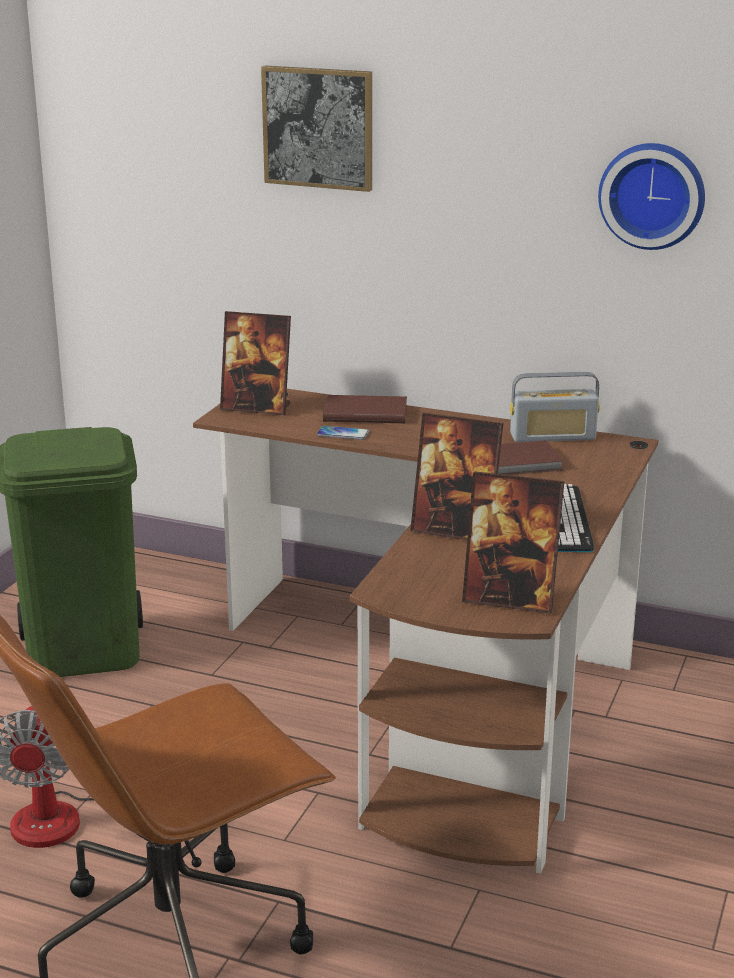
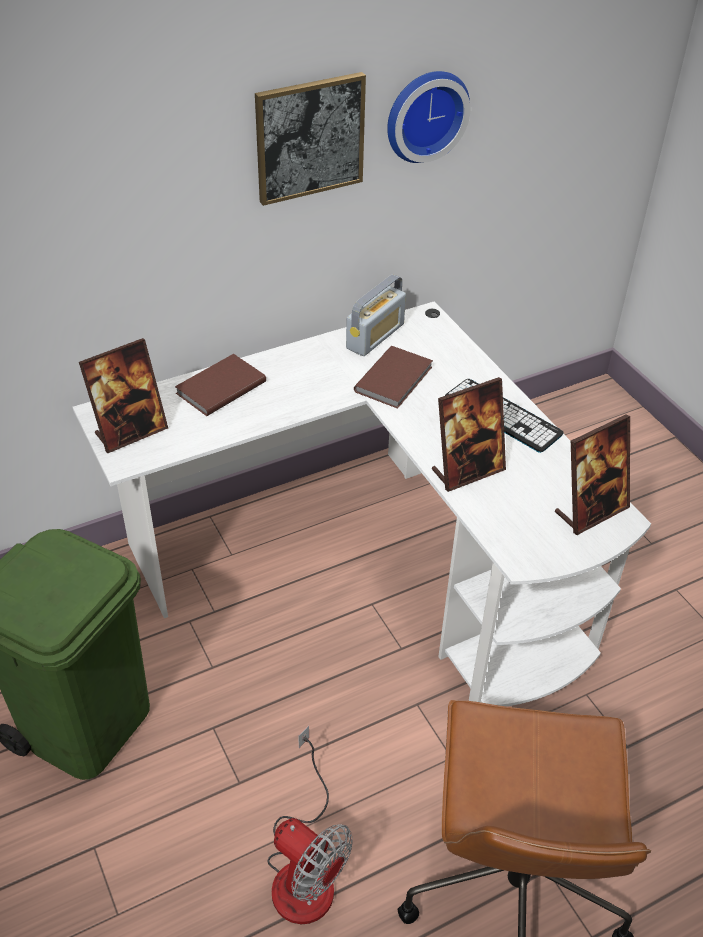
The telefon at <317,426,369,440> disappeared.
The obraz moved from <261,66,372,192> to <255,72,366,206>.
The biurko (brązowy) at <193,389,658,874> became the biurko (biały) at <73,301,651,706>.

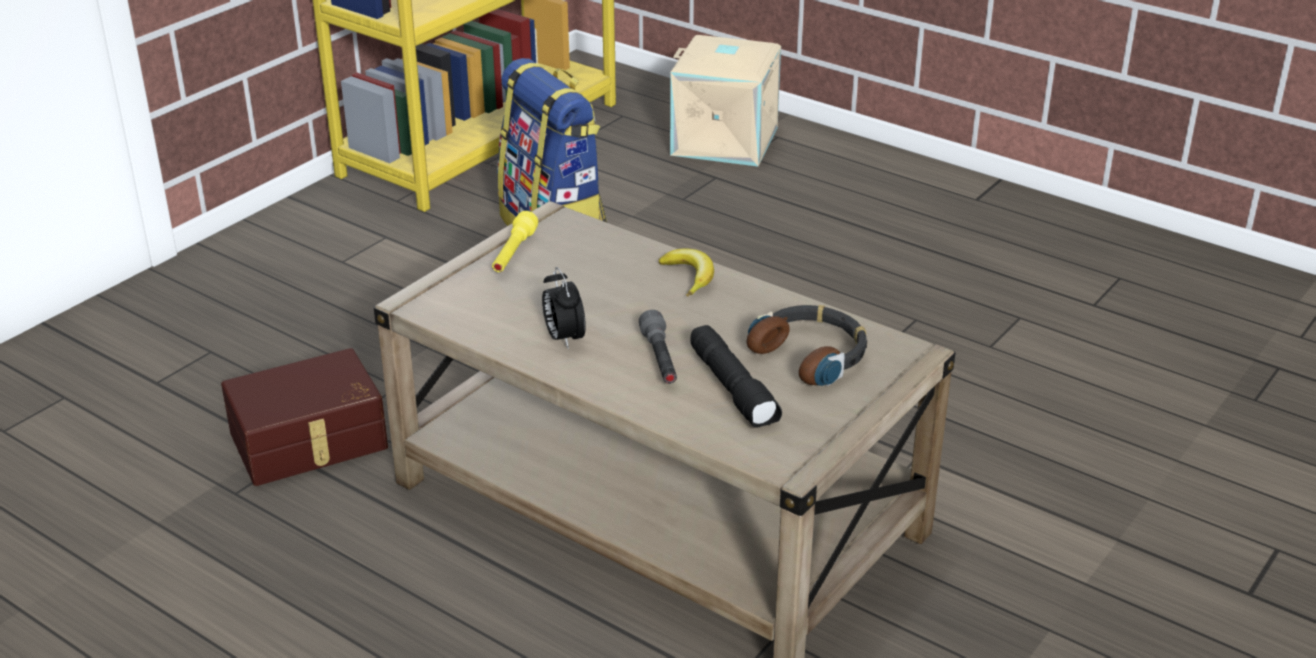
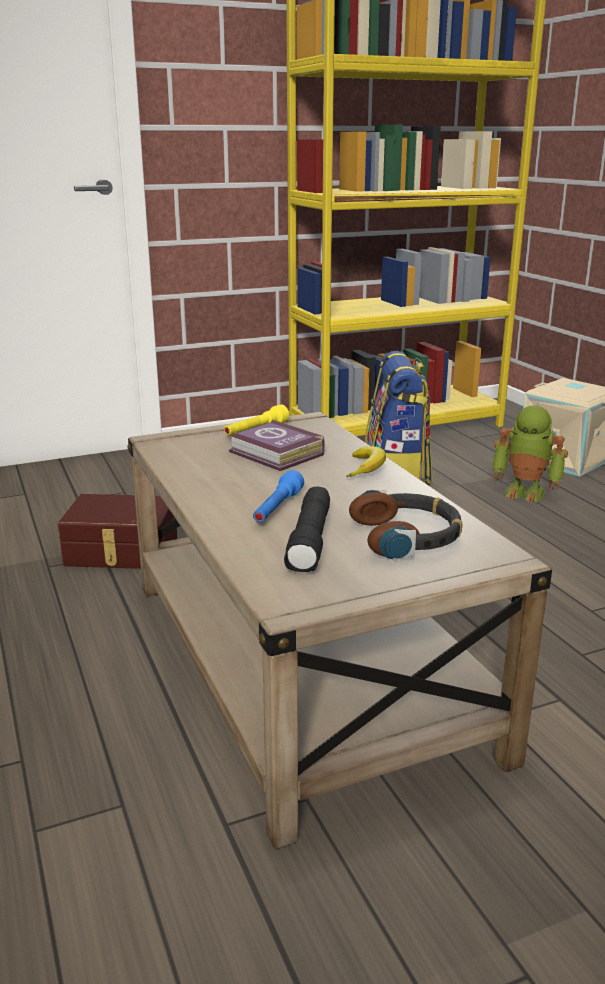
The budzik at <542,267,586,349> disappeared.
The książka at <229,420,325,471> appeared.
The robot zabawkowy at <492,405,568,503> appeared.
The latarka (szary) at <639,310,677,384> became the latarka (niebieski) at <253,470,304,522>.

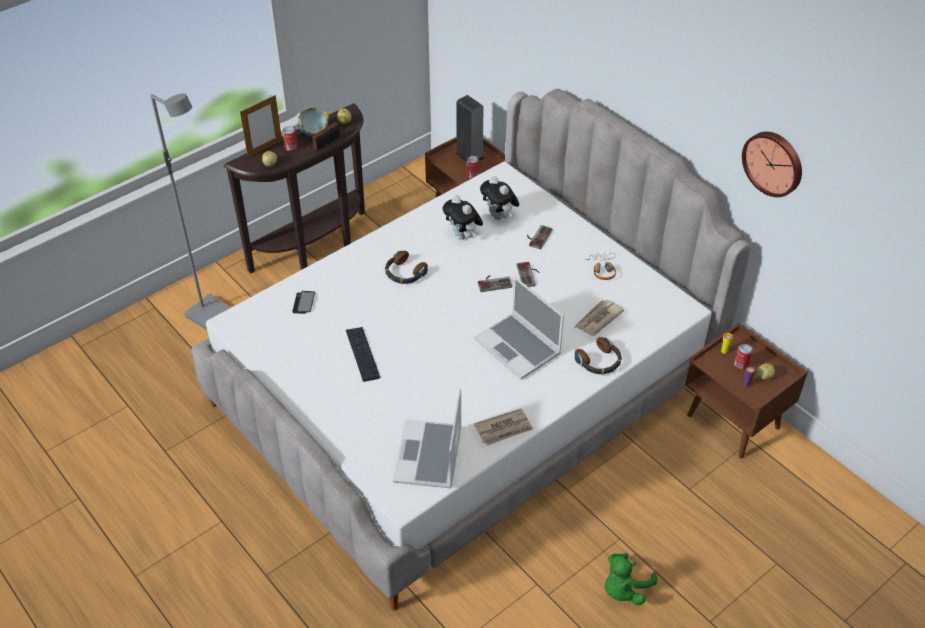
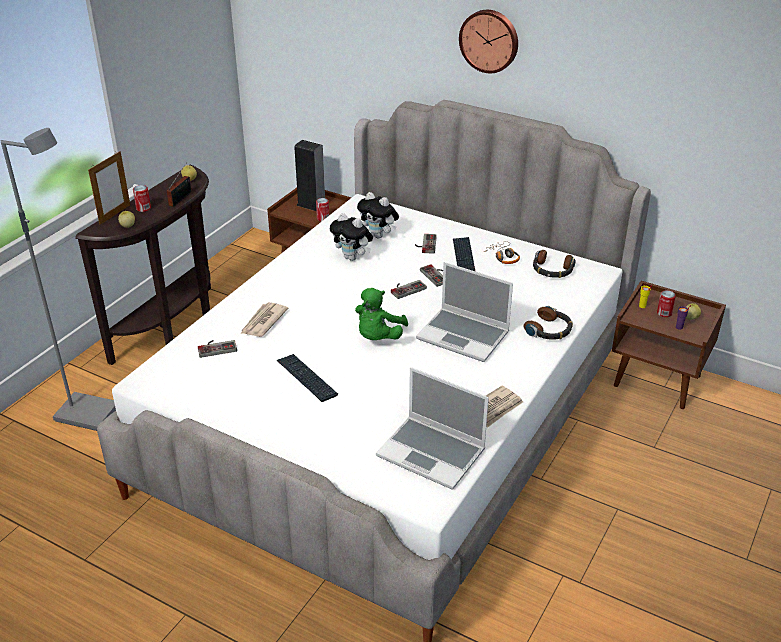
The miska at <298,107,329,136> disappeared.
The klawiatura at <453,237,475,271> appeared.
The słuchawki moved from <385,251,428,284> to <533,250,576,278>.
The gazeta moved from <575,299,624,336> to <240,302,289,337>.
The pluszak (zielony) moved from <605,553,657,605> to <355,288,408,340>.
The zegar ścienny moved from <742,132,802,197> to <459,10,518,73>.
The telefon at <292,291,315,314> was replaced by the pad do gier at <198,340,237,358>.
The laptop at <393,389,461,488> turned 45 degrees counterclockwise.

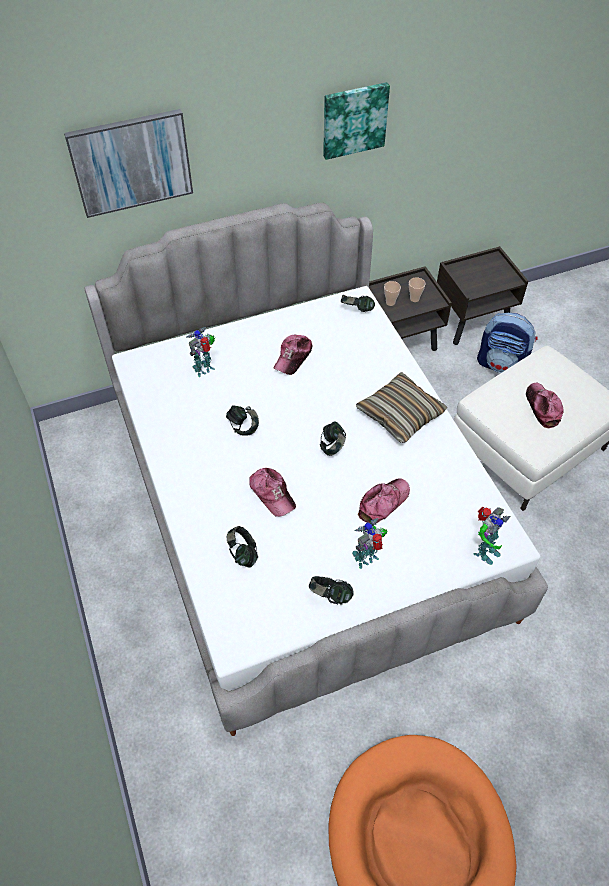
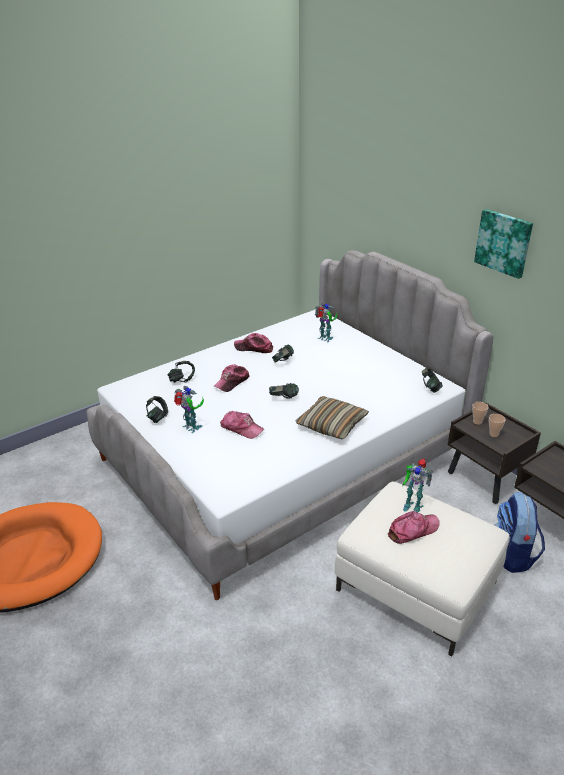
The obraz at <64,109,193,218> disappeared.
The czapka z daszkiem moved from <274,335,312,375> to <234,333,273,353>.
The robot zabawkowy moved from <473,507,510,565> to <402,459,433,513>.

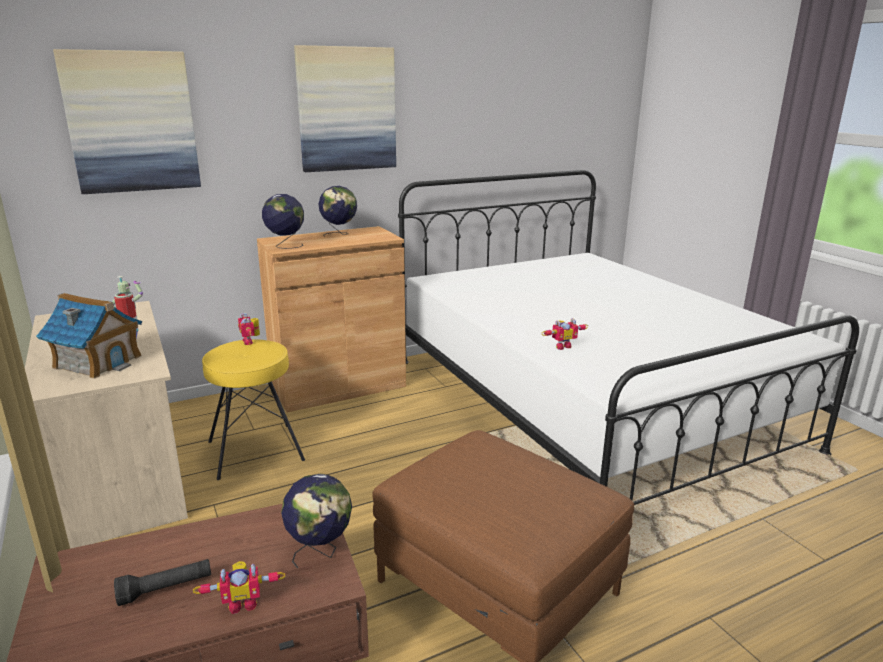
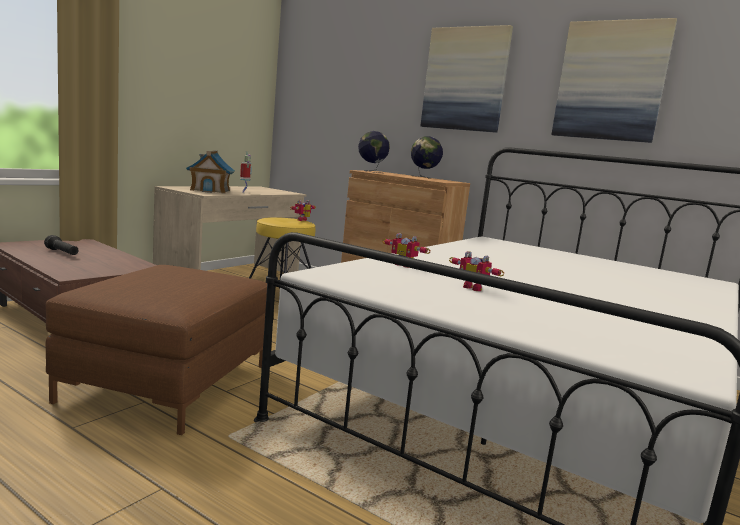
The globus at <281,474,352,569> disappeared.
The obraz moved from <53,49,201,194> to <552,18,677,143>.
The robot zabawkowy moved from <192,561,286,614> to <449,251,504,291>.

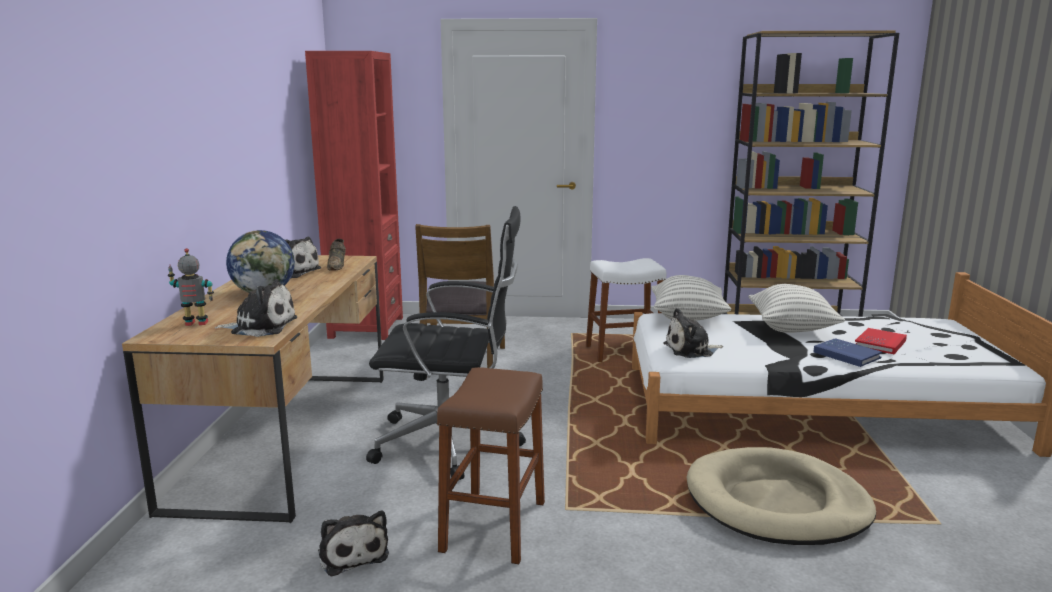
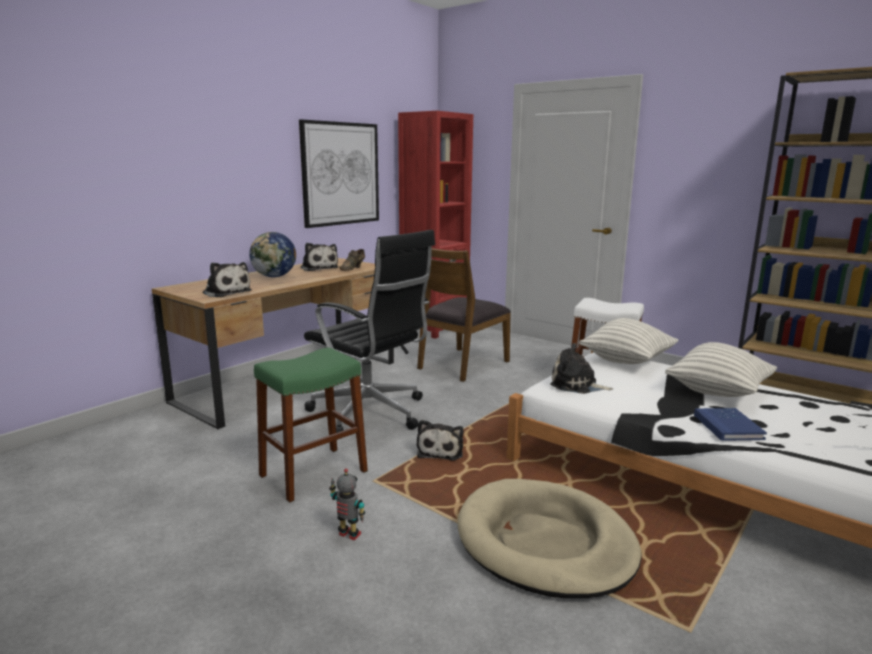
The książka (czerwony) at <855,328,907,354> disappeared.
The obraz at <299,119,379,228> appeared.
The robot zabawkowy moved from <168,248,214,326> to <329,468,365,540>.
The pluszak moved from <318,510,389,577> to <417,420,463,461>.
The stołek (brązowy) at <437,367,545,564> became the stołek (zielony) at <254,348,368,503>.

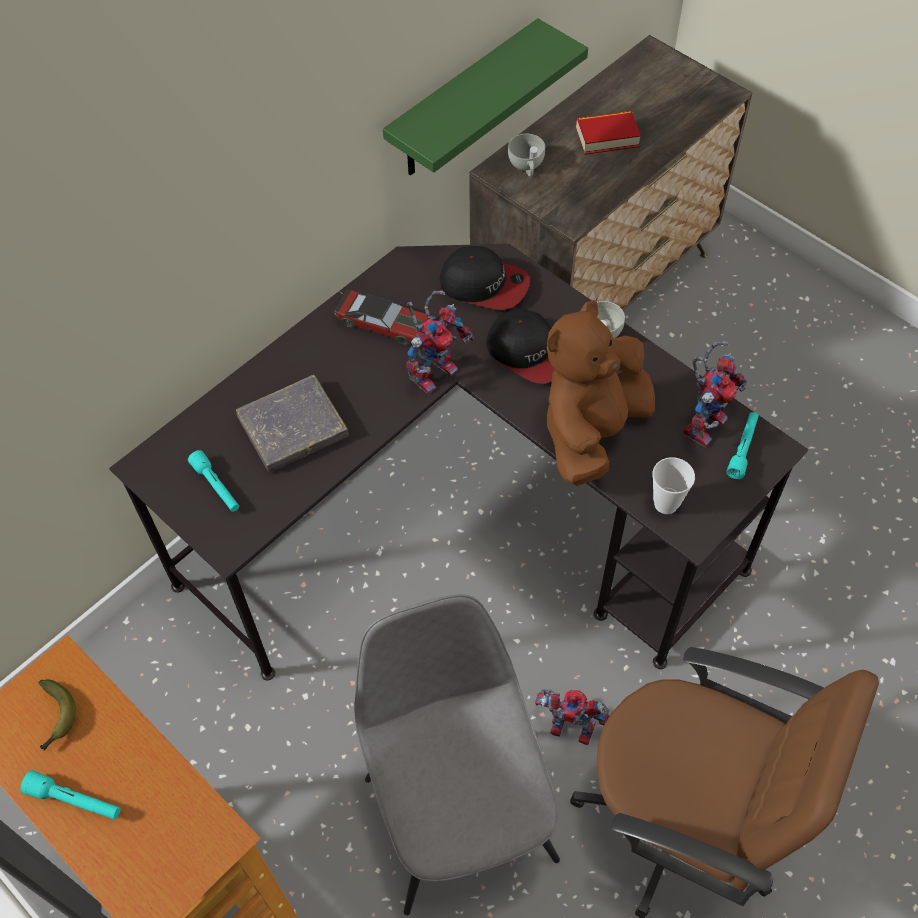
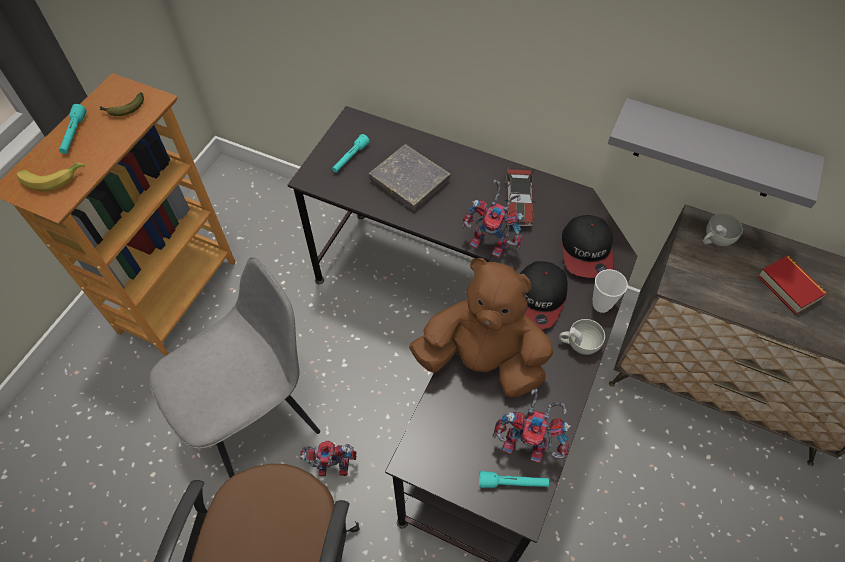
The banan at <17,163,85,192> appeared.
The filiżanka moved from <652,457,695,514> to <592,269,628,313>.
The półka (zielony) at <383,18,588,176> became the półka (szary) at <608,98,825,208>.
The robot zabawkowy at <535,689,610,745> turned 90 degrees counterclockwise.

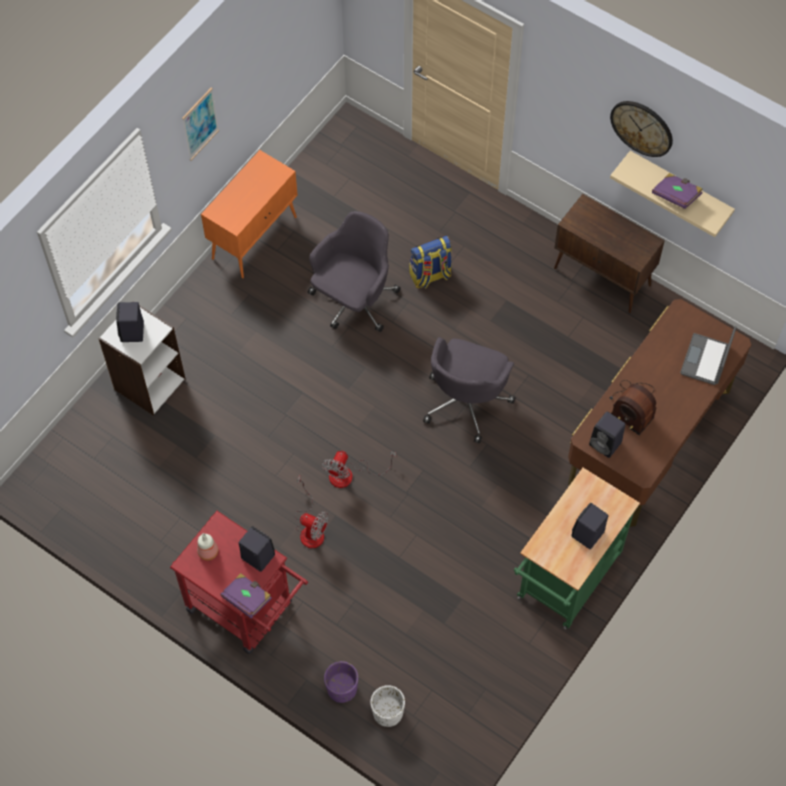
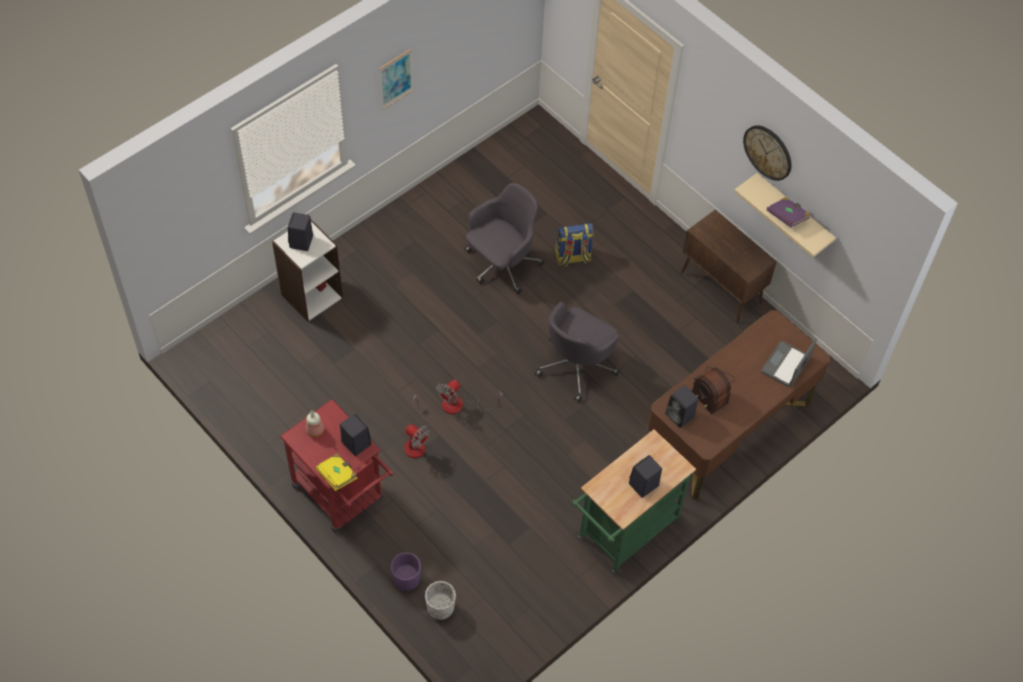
The szafka (pomarańczowy) at <201,150,298,278> disappeared.
The książka (fioletowy) at <220,573,272,618> became the książka (żółty) at <315,453,358,491>.

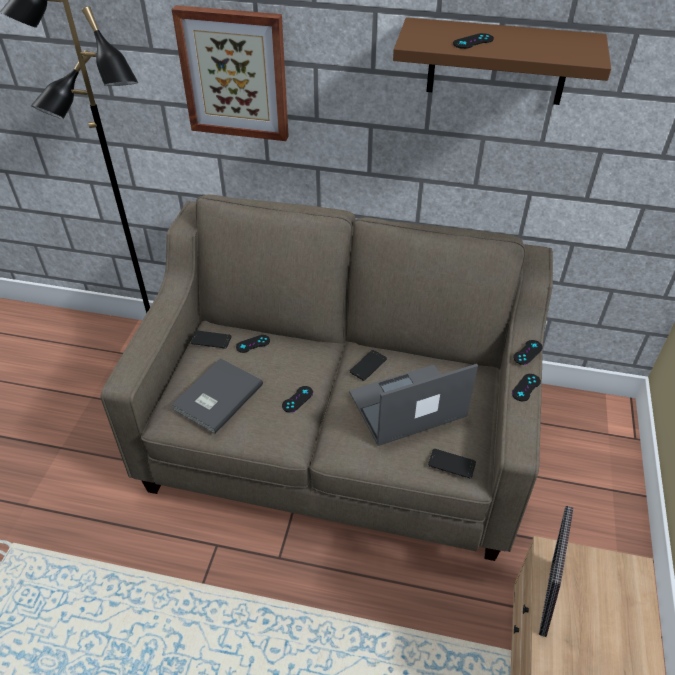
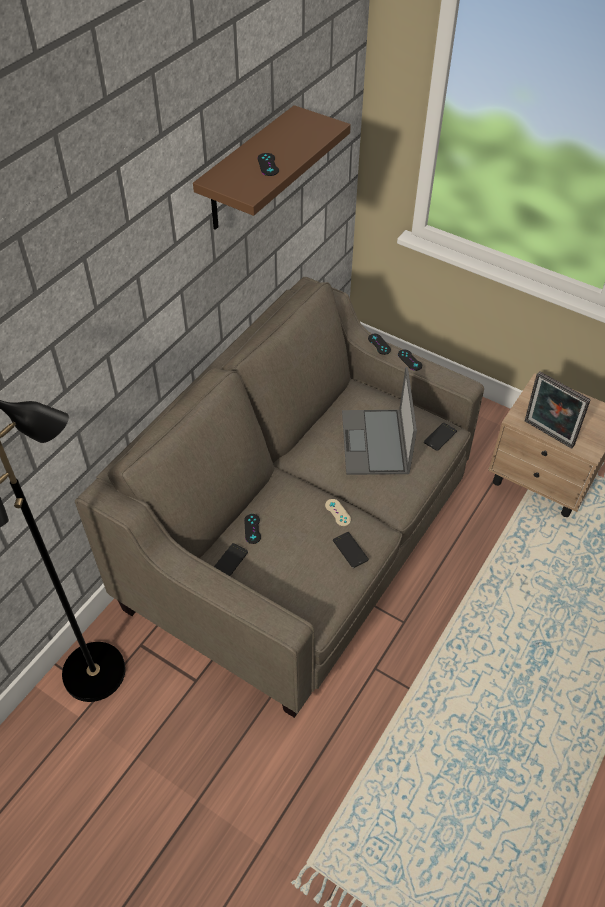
The obraz at <171,5,289,141> disappeared.
The książka (szary) at <172,358,263,434> disappeared.
The telefon moved from <349,350,387,381> to <333,532,369,568>.
The pad do gier (czarny) at <282,386,313,413> became the pad do gier (beżowy) at <325,499,351,526>.

